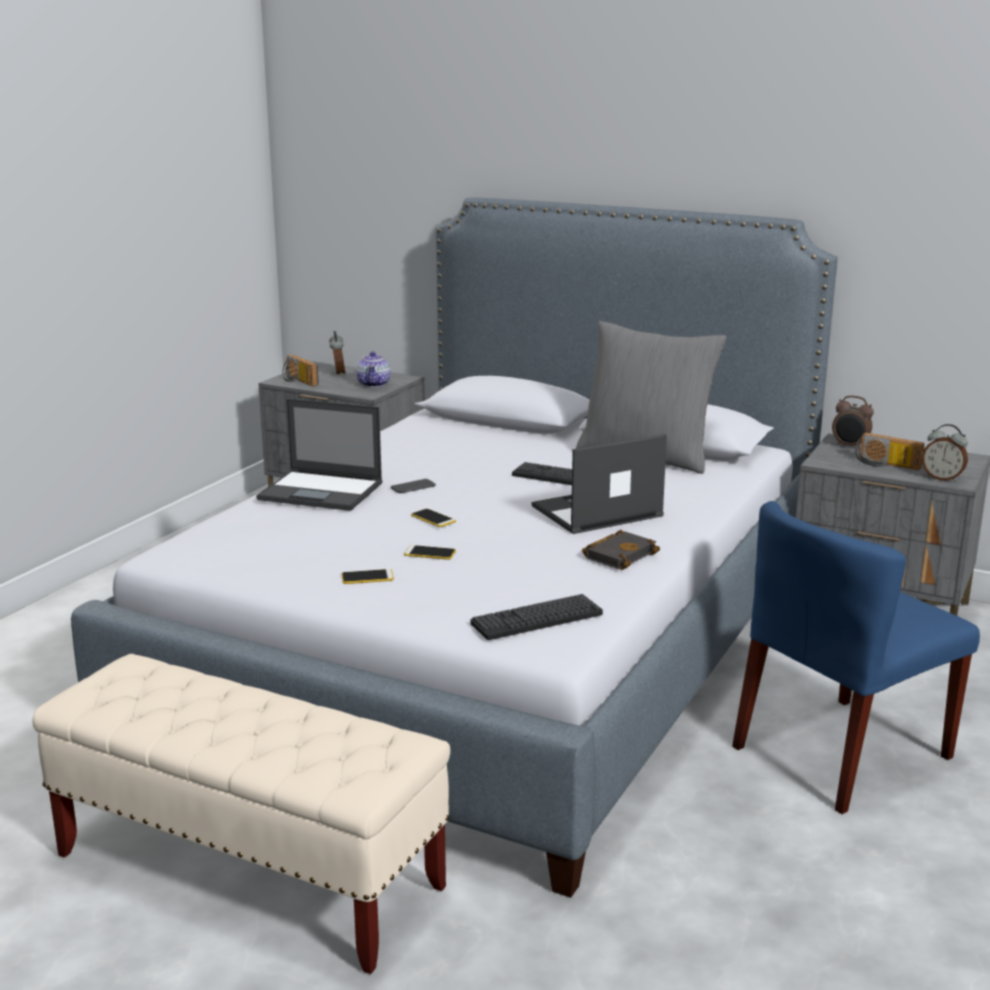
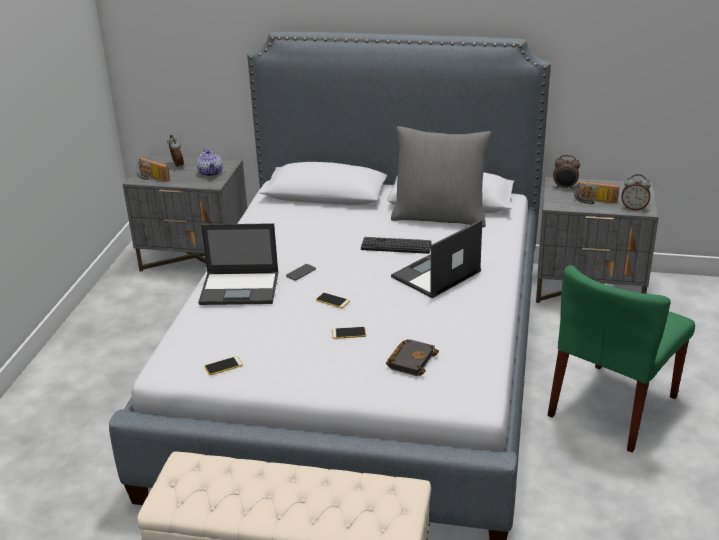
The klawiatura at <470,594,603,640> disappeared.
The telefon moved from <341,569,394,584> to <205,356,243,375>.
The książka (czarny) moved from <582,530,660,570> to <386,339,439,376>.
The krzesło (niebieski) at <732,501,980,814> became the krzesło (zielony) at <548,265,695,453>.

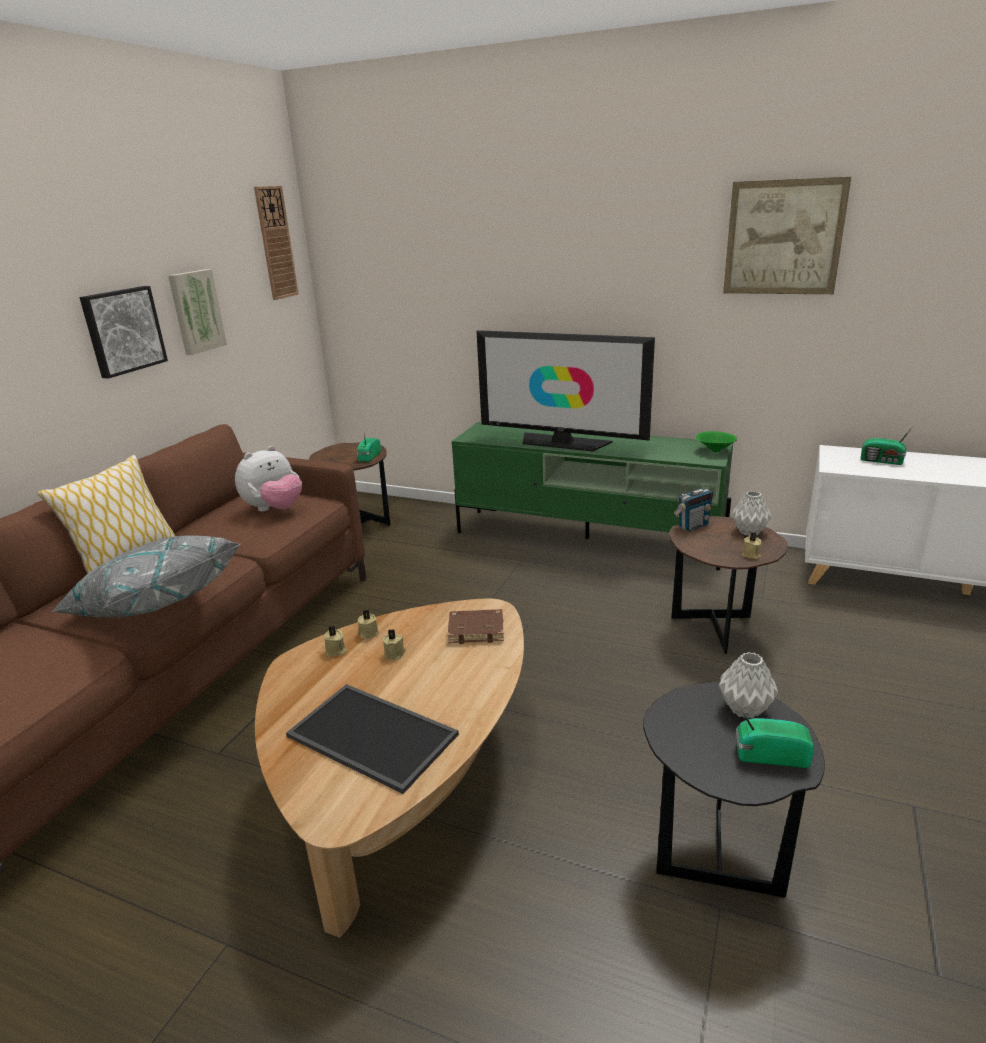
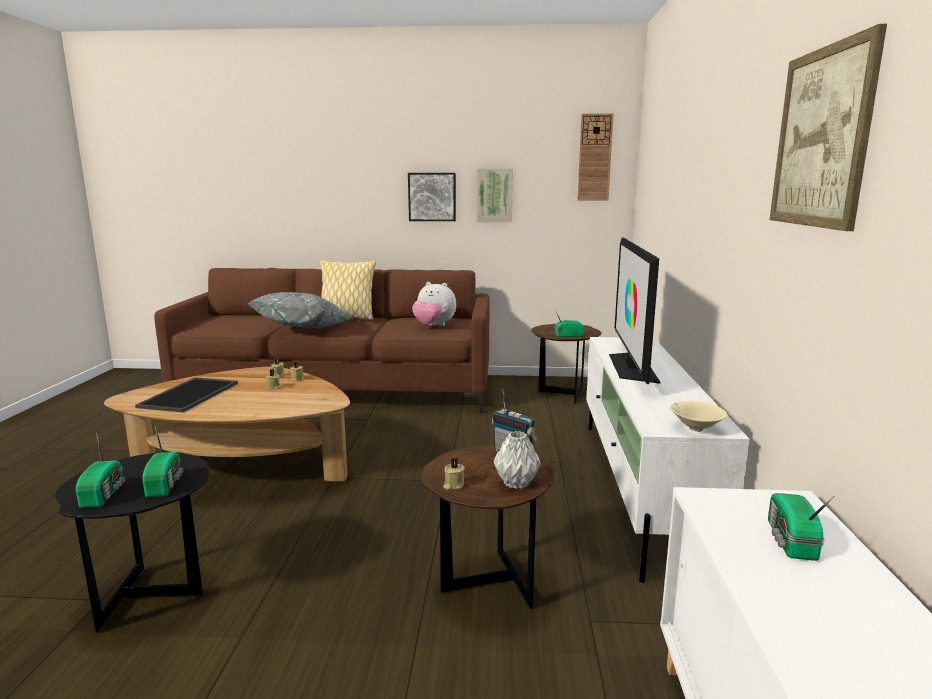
The książka (brązowy) at <448,609,504,644> disappeared.
The wazon (szary) at <719,652,778,719> was replaced by the radio at <142,426,183,498>.
The szafka pod telewizor (zielony) at <452,422,733,570> became the szafka pod telewizor (biały) at <586,337,750,583>.
The miska (zielony) at <696,431,737,452> became the miska (beżowy) at <670,401,728,432>.

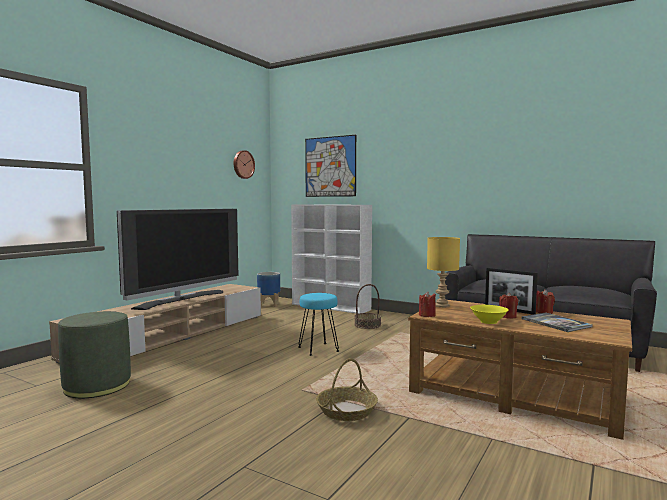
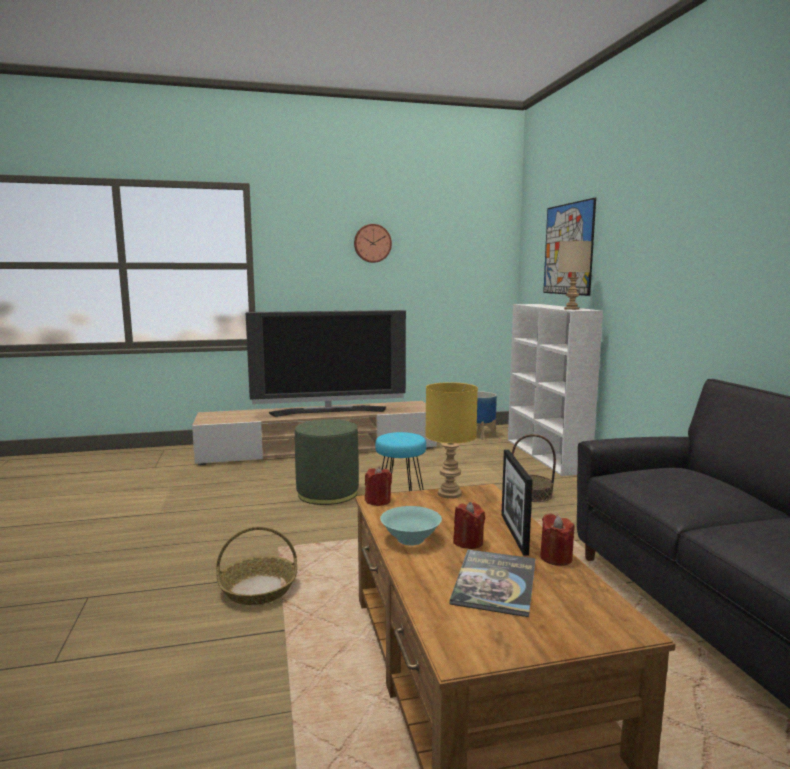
The lampa stołowa (beżowy) at <558,241,592,310> appeared.
The pufa (zielony) moved from <58,311,131,398> to <295,419,359,505>.
The zegar ścienny moved from <234,150,255,179> to <354,224,392,263>.
The miska (żółty) at <470,305,509,324> became the miska (turkusowy) at <380,506,442,546>.

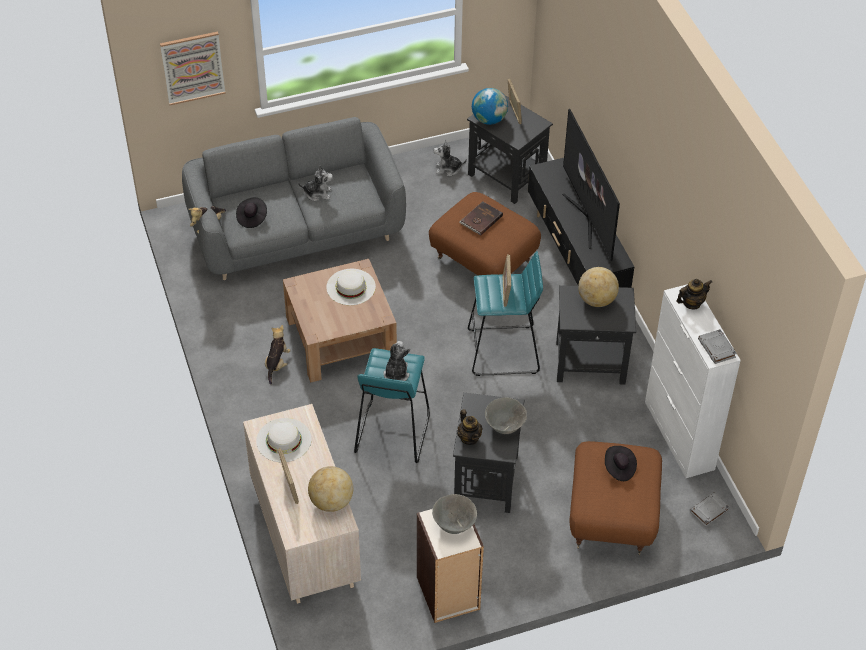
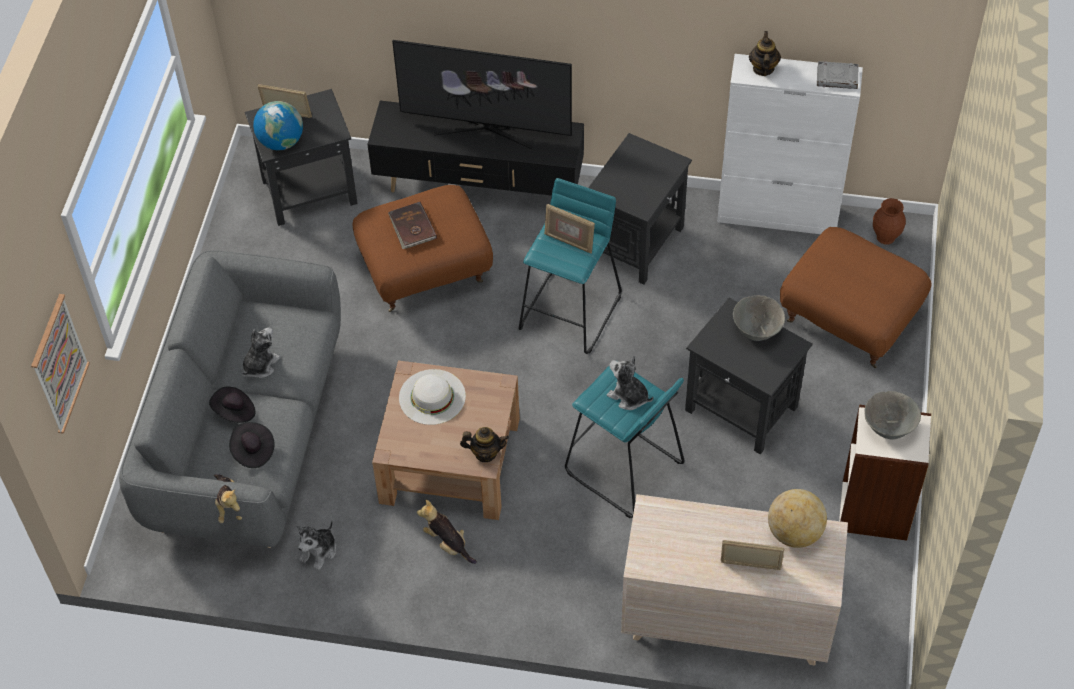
The kapelusz (biały) at <256,418,312,462> disappeared.
The globus at <578,267,619,307> disappeared.
The pluszak moved from <433,139,467,176> to <297,520,336,570>.
The imbryk moved from <457,409,482,445> to <460,427,509,462>.
The kapelusz (czarny) moved from <605,446,637,481> to <209,387,256,423>.
The książka (szary) at <690,493,730,527> was replaced by the wazon (brązowy) at <873,198,906,245>.

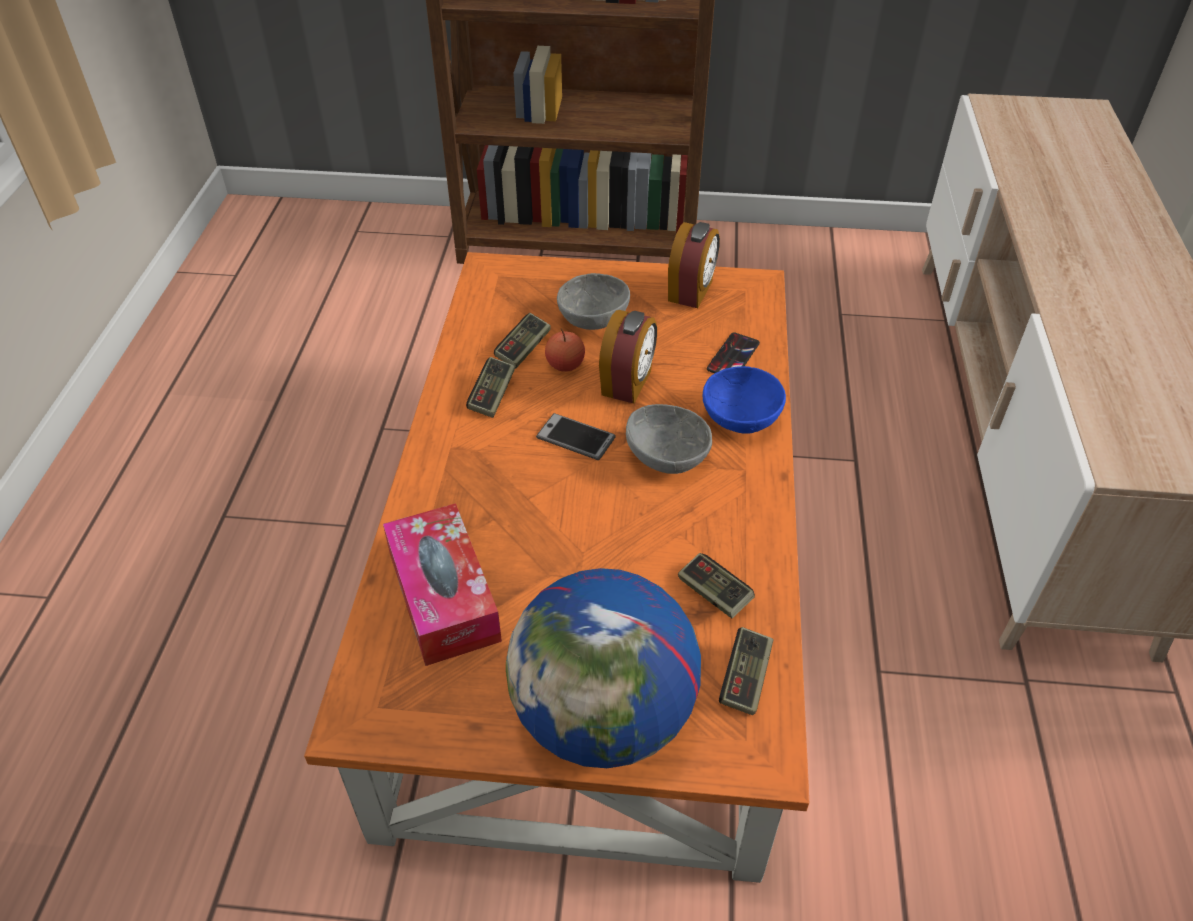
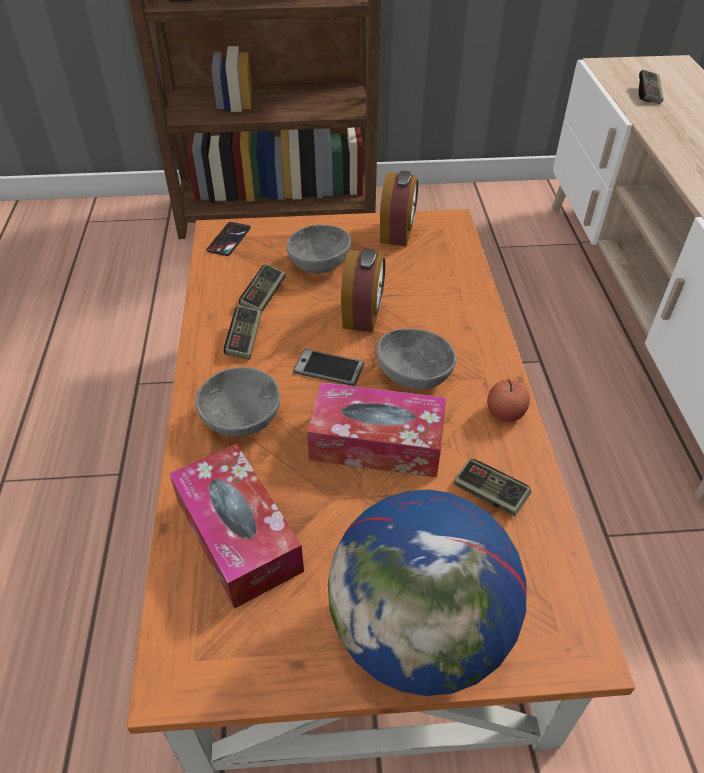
The miska (niebieski) at <703,366,786,434> disappeared.
The miska (szary) at <195,367,280,437> appeared.
The pudełko chusteczek at <307,382,446,478> appeared.
The jabłko moved from <545,328,585,372> to <487,379,530,422>.
The telefon moved from <707,333,760,373> to <206,222,251,256>.
The pad do gier moved from <719,627,774,715> to <639,69,664,104>.

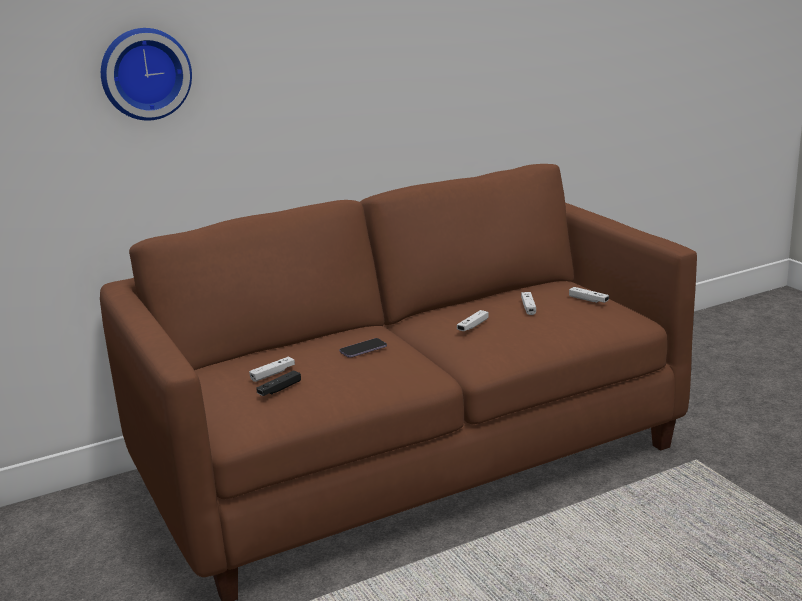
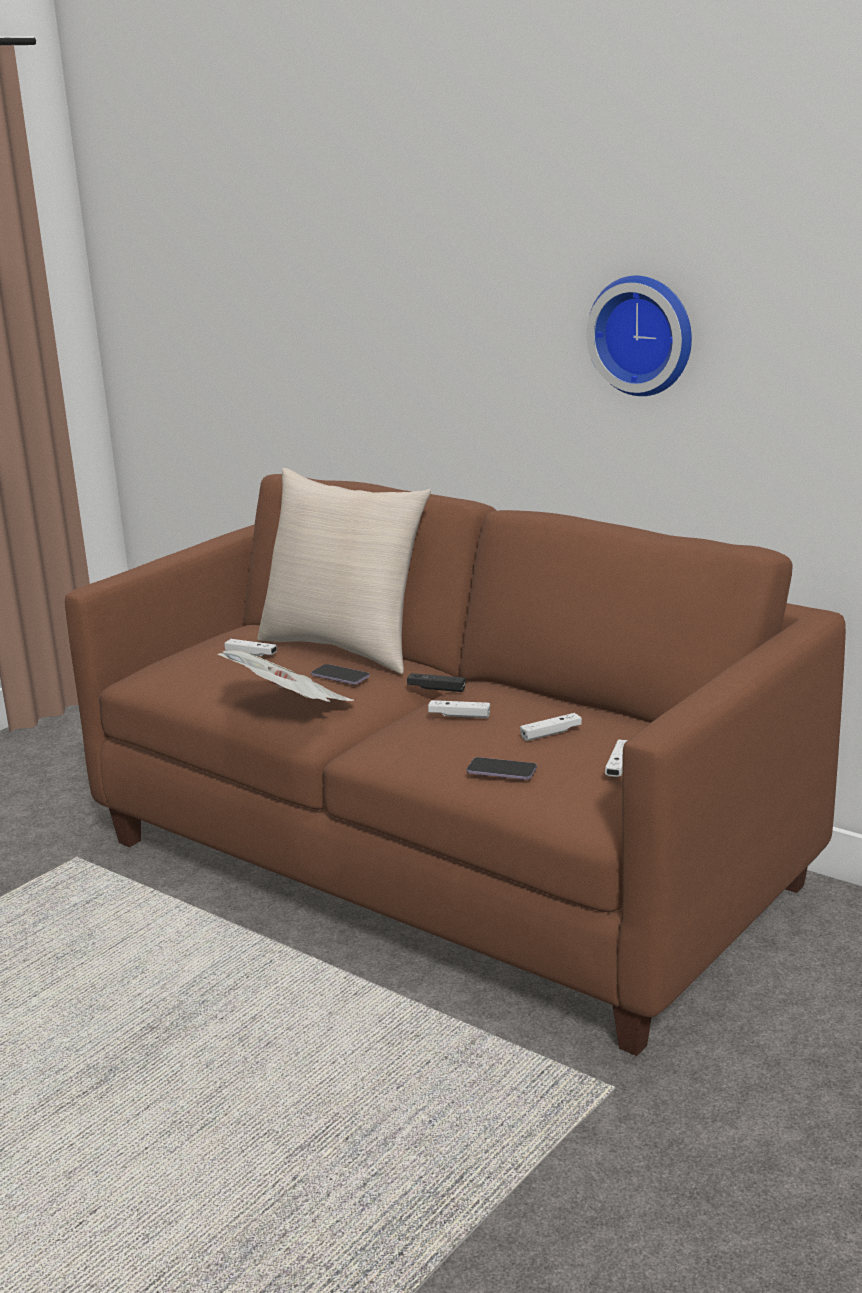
The gazeta at <217,650,354,702> appeared.
The poduszka (beżowy) at <257,468,431,674> appeared.
The telefon at <467,757,537,780> appeared.
The zegar ścienny moved from <101,28,192,120> to <586,276,692,396>.
The pad do gier (czarny) moved from <257,370,301,396> to <407,673,465,692>.

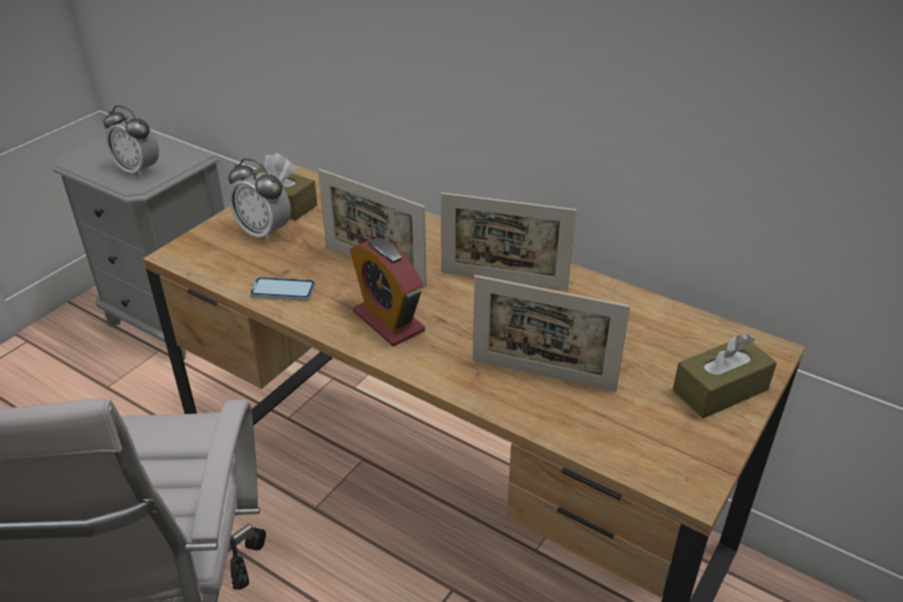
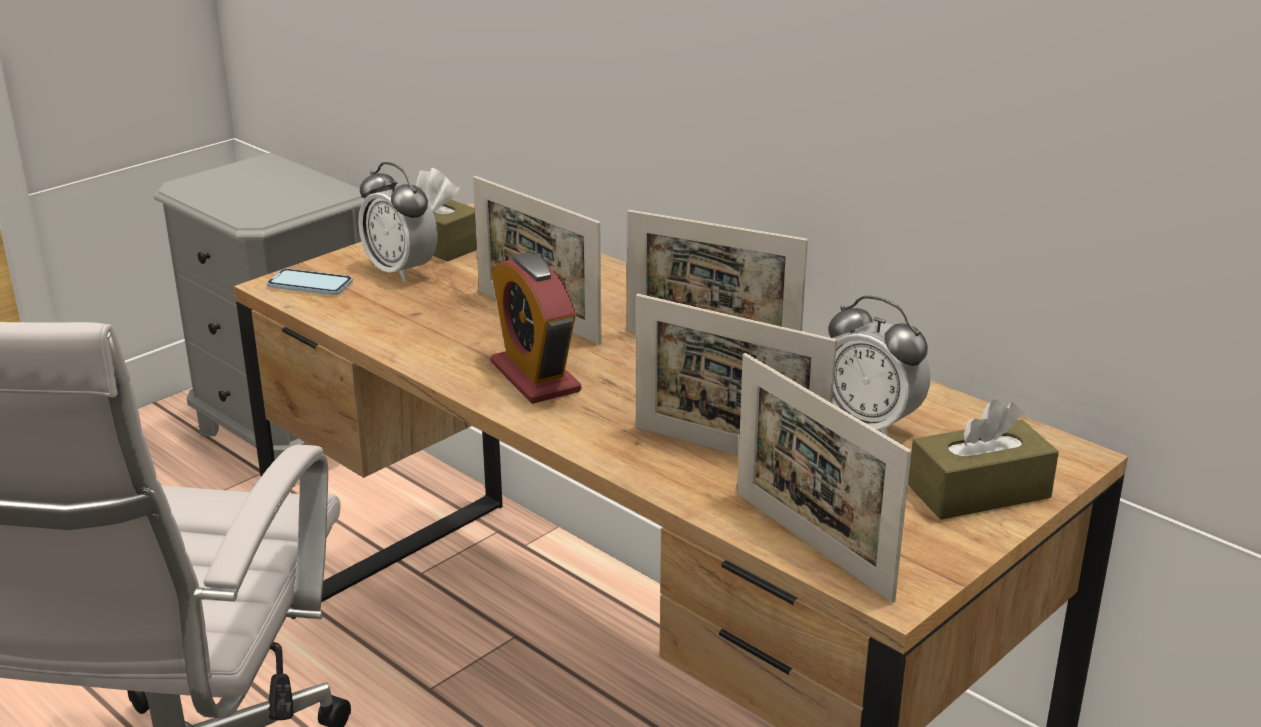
The ramka na zdjęcie at <737,353,911,603> appeared.
The budzik moved from <103,106,159,178> to <828,296,930,436>.
The telefon moved from <250,277,316,301> to <267,269,353,295>.

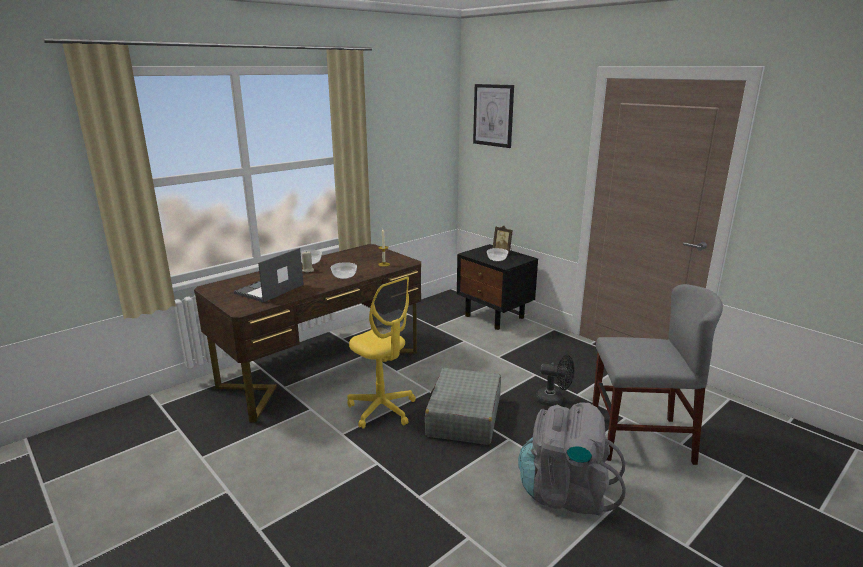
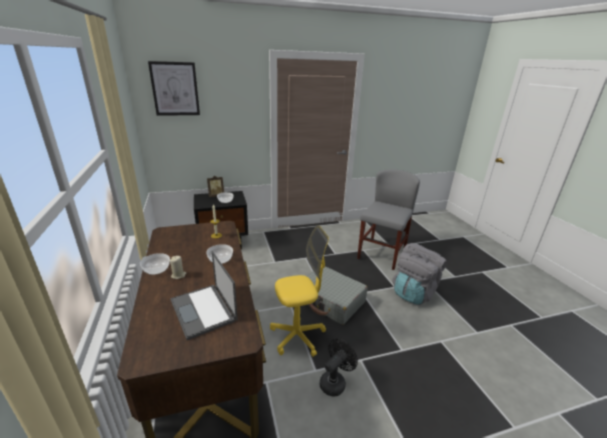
The wentylator (czarny) moved from <536,355,574,406> to <319,338,358,396>.

